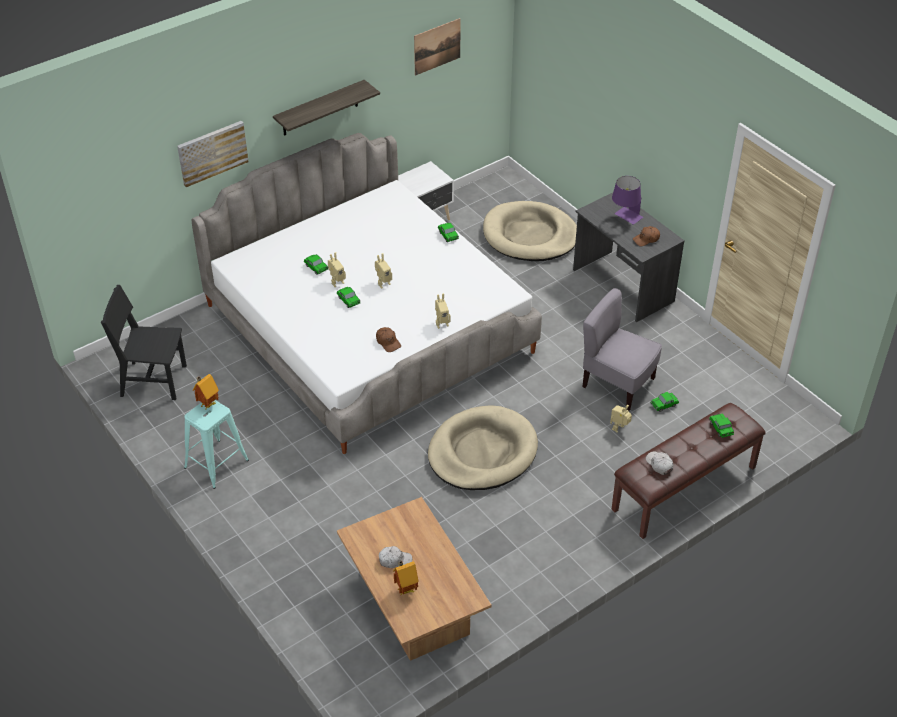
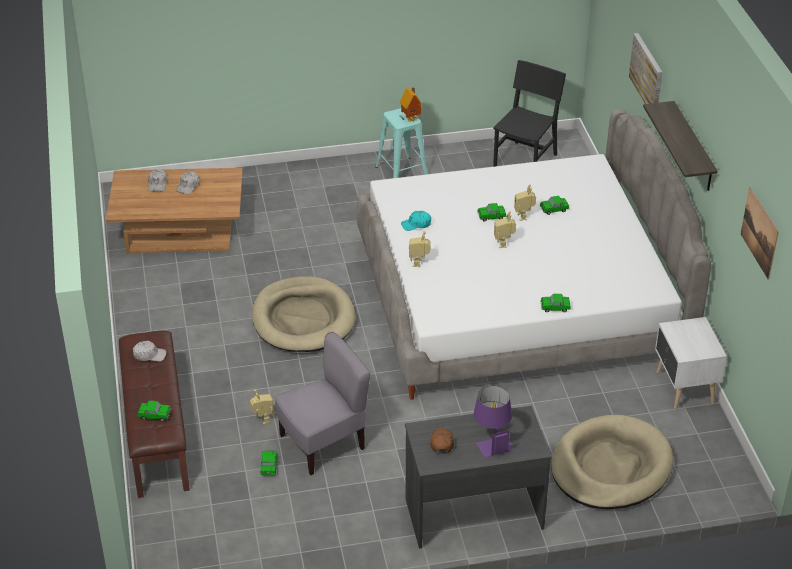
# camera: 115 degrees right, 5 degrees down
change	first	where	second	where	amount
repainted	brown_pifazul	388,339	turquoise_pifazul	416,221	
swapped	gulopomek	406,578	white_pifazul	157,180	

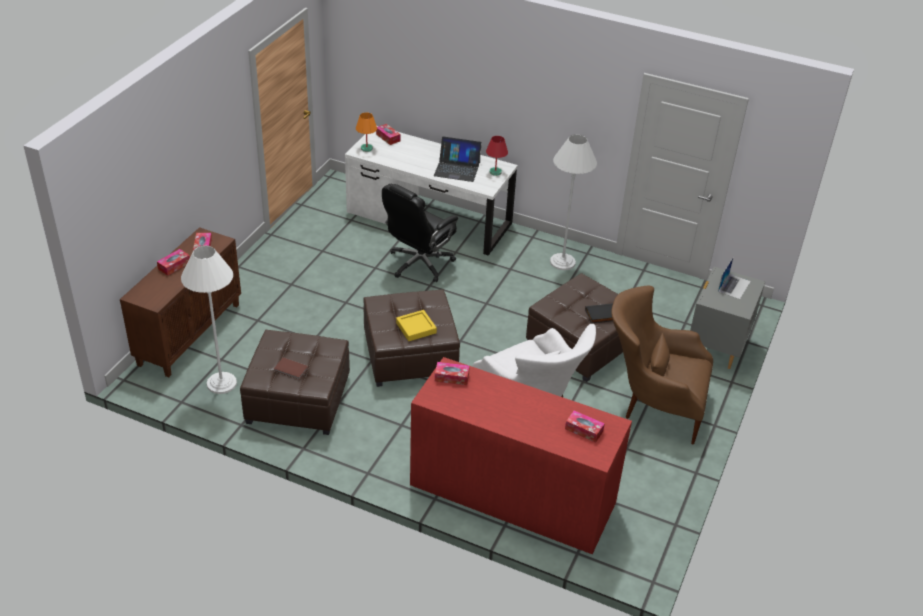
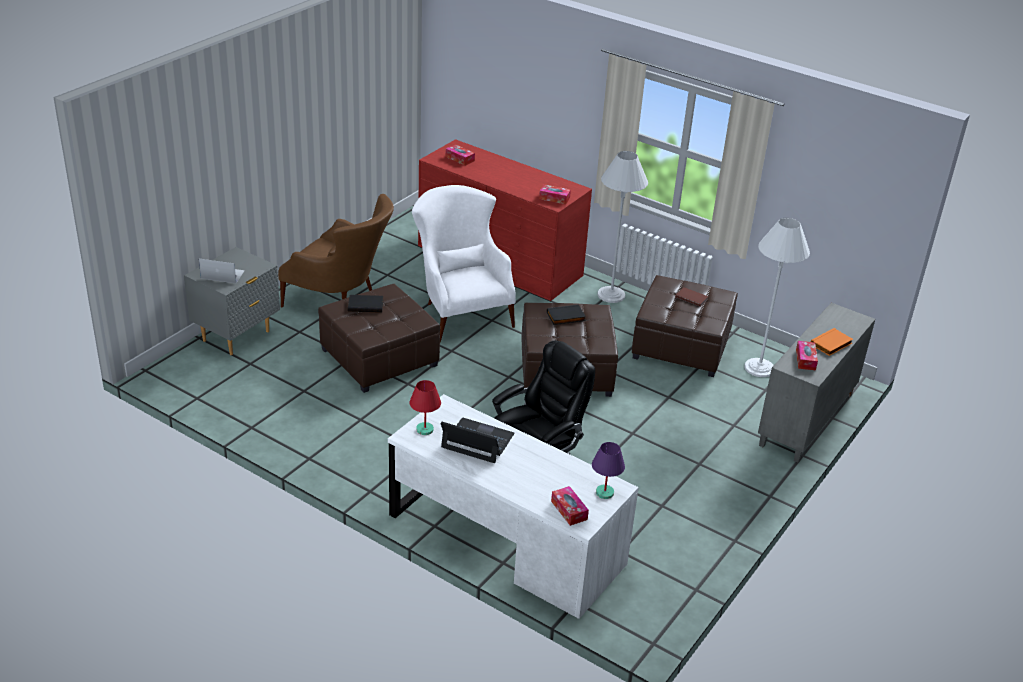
# camera: 170 degrees left, 5 degrees down
change	first	where	second	where	amount
repainted	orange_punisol	366,132	purple_punisol	608,470	
shifted	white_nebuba	573,202		622,227	
repainted	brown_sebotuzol	180,302	grey_sebotuzol	816,383	
swapped	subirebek	173,262	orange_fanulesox	831,342	
rotated	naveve	734,278		222,271	60 degrees clockwise
swapped	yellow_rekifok	416,325	black_fanulesox	566,314	

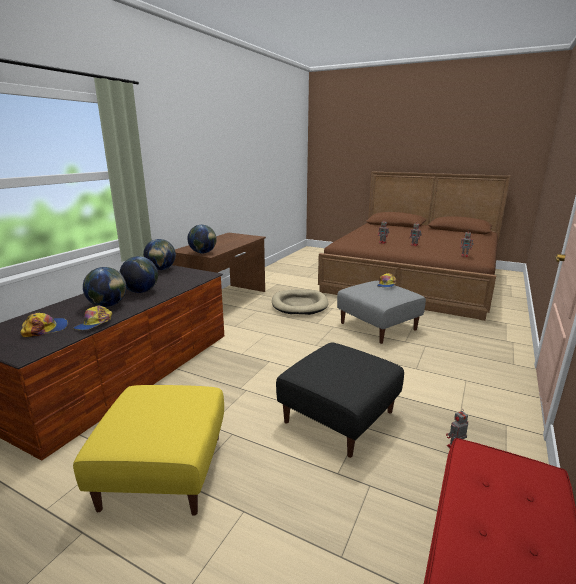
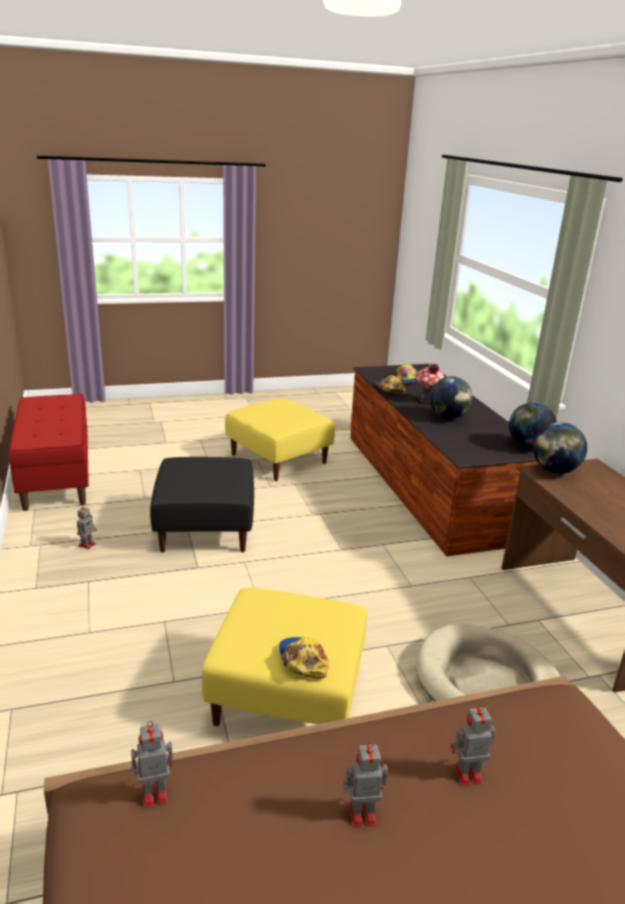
# camera: 135 degrees right, 5 degrees up
change	first	where	second	where	amount
swapped	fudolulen	104,287	gulopomek	430,384	
repainted	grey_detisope	381,312	yellow_detisope	284,657	

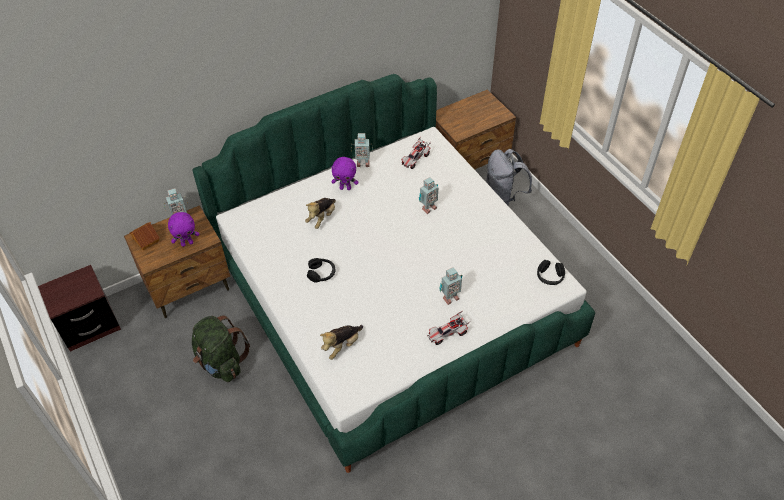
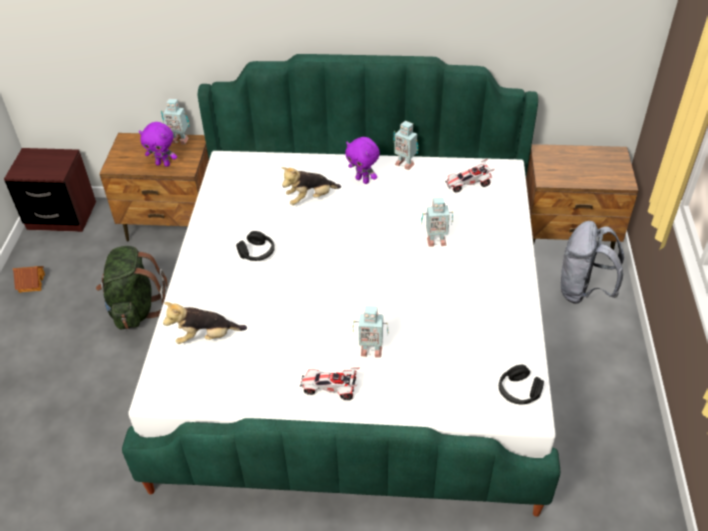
# camera: 35 degrees right, 5 degrees down
change	first	where	second	where	amount
shifted	gulopomek	144,236		29,279	

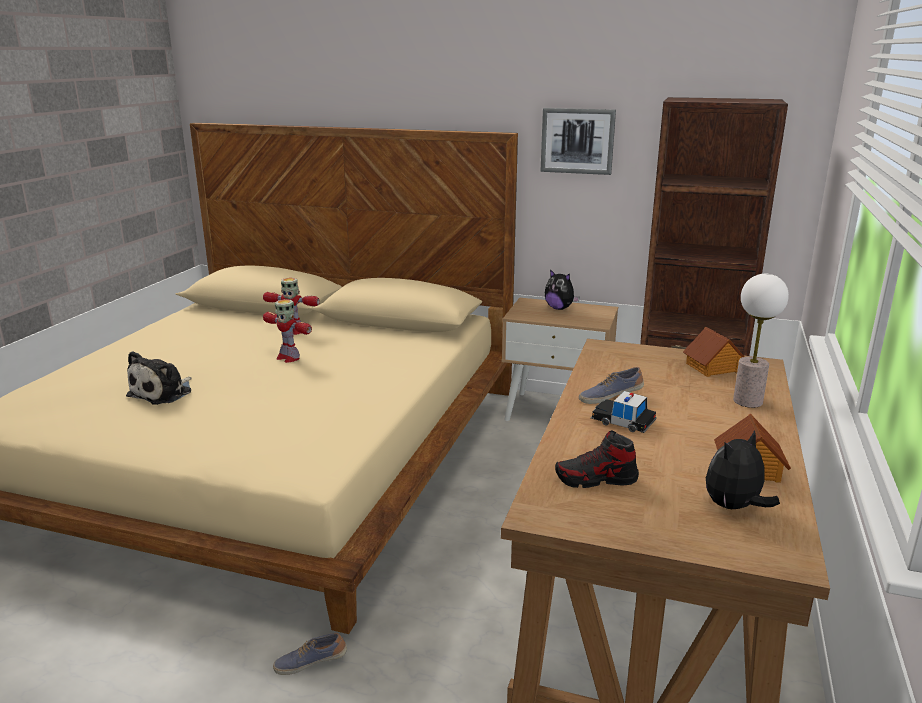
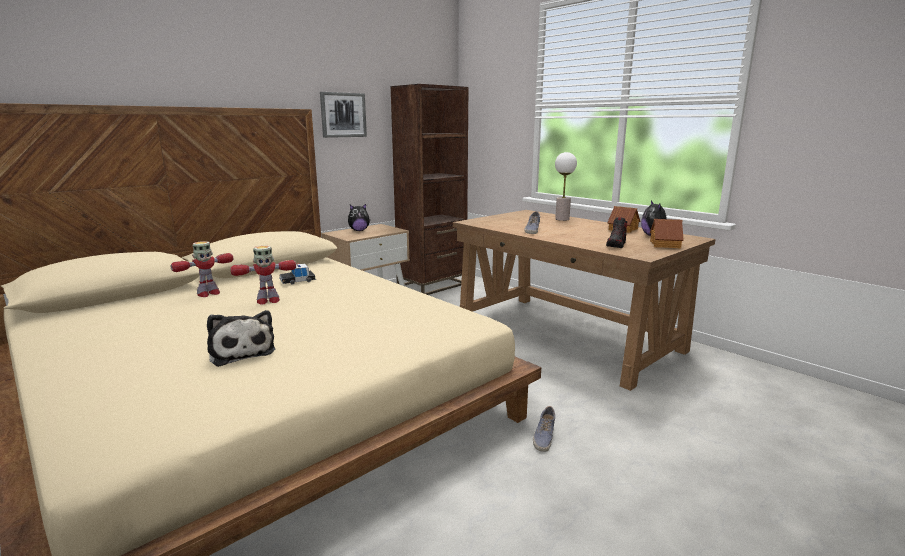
# camera: 60 degrees left, 5 degrees down
change	first	where	second	where	amount
shifted	gulopomek	713,352		667,233	
shifted	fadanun	624,412		297,274	

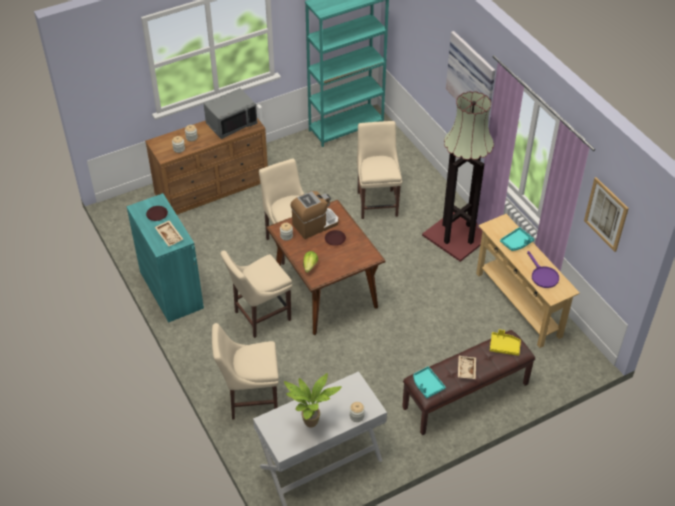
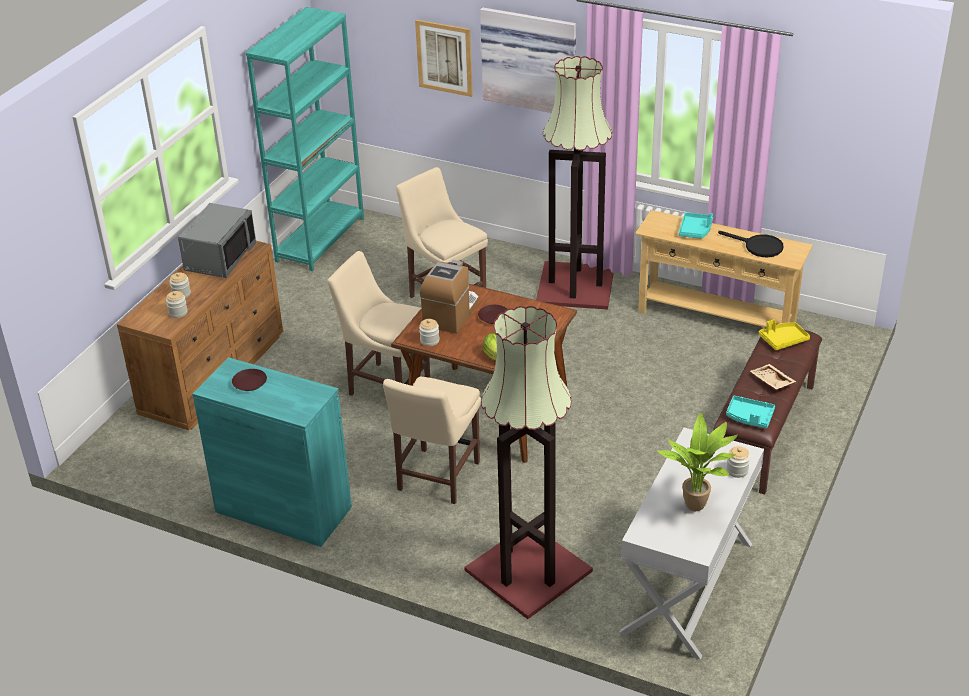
# camera: 35 degrees left, 10 degrees down
change	first	where	second	where	amount
shifted	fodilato	606,214		444,58	
gone	beige_rekifok	169,233			
repainted	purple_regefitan	543,269	black_regefitan	751,244	
swapped	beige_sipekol	245,371	nebuba	528,462	

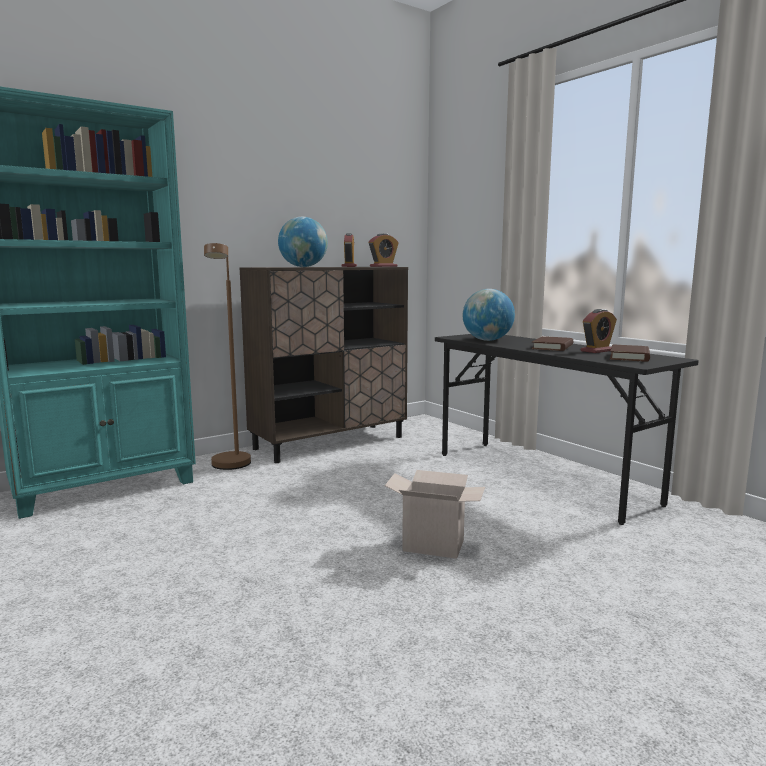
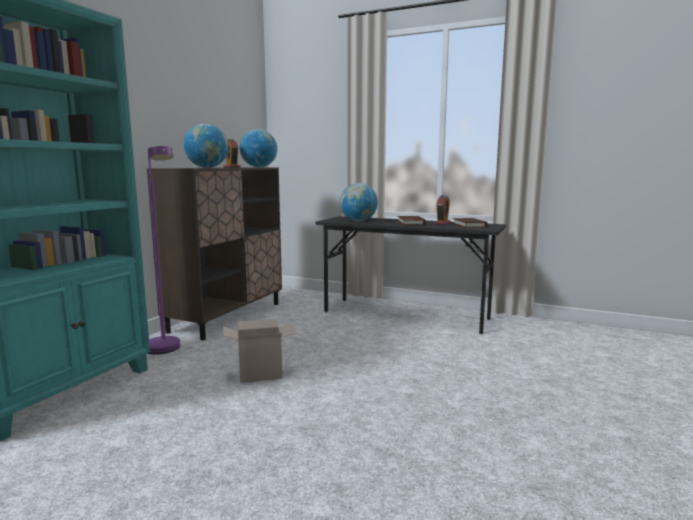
# camera: 30 degrees left, 0 degrees up
change	first	where	second	where	amount
swapped	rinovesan	384,250	fudolulen	258,148	
repainted	brown_nebuba	227,356	purple_nebuba	163,250	
shifted	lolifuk	435,514		259,351	

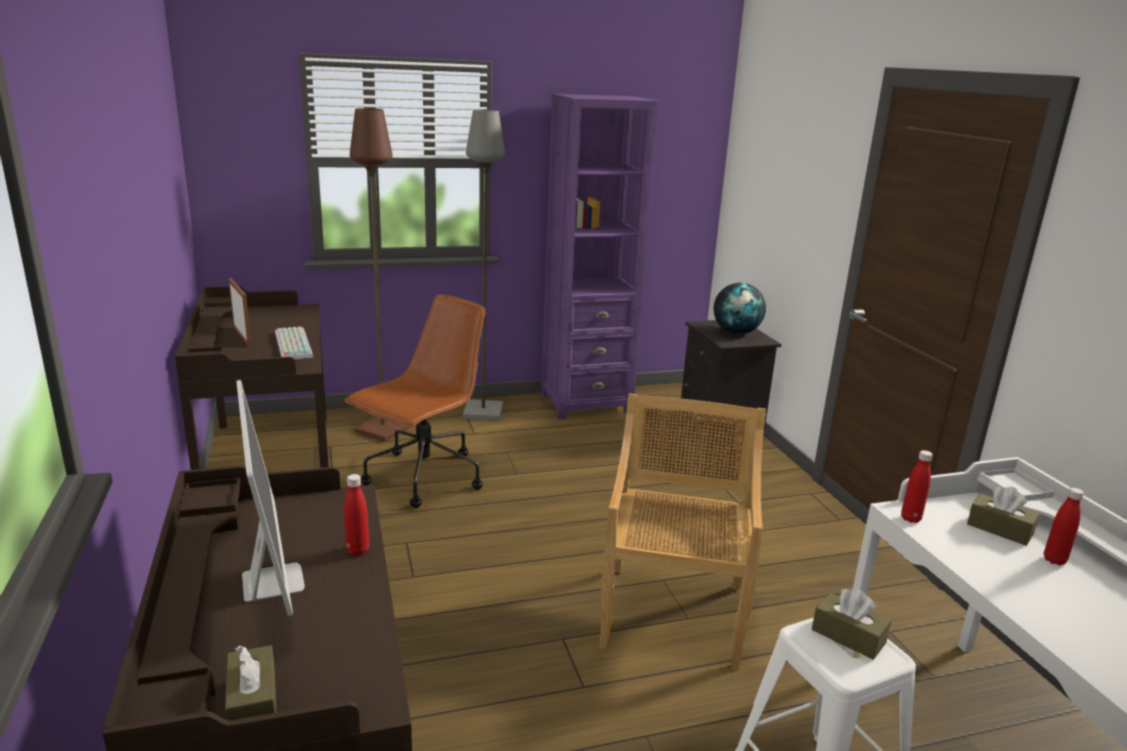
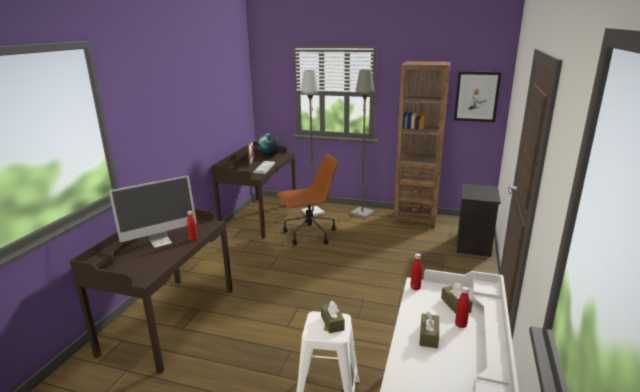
# camera: 35 degrees right, 0 degrees up
change	first	where	second	where	amount
repainted	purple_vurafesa	600,257	brown_vurafesa	422,144	
repainted	brown_nebuba	380,275	grey_nebuba	313,143	
shifted	fudolulen	740,308		269,144	
rotated	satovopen	270,498		153,211	45 degrees clockwise
gone	beige_sipekol	682,531			
shifted	brown_subirebek	250,682		429,330	
new			fodilato	478,96	

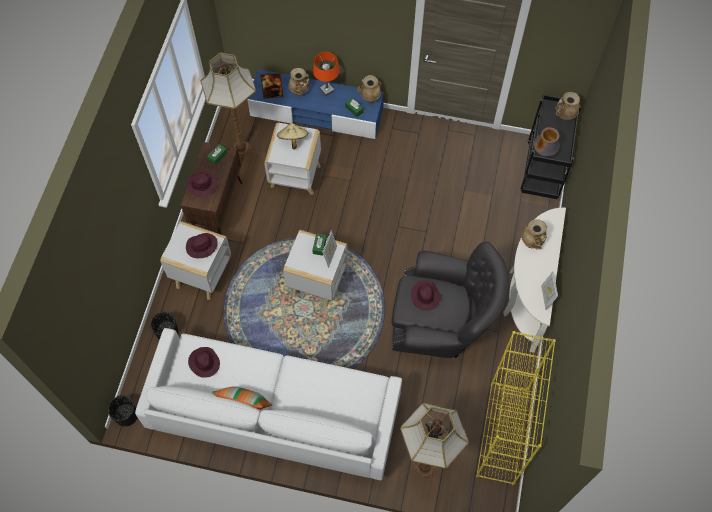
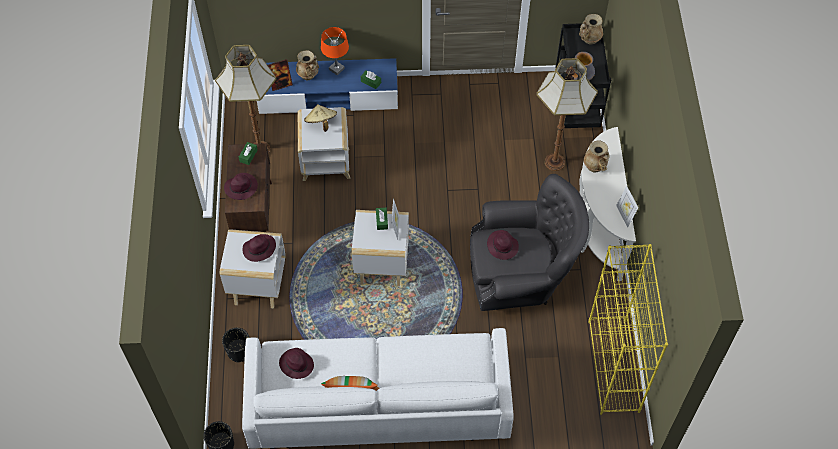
# camera: 15 degrees left, 5 degrees down
change	first	where	second	where	amount
gone	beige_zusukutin	369,89			
shifted	nebuba	434,441		567,114	

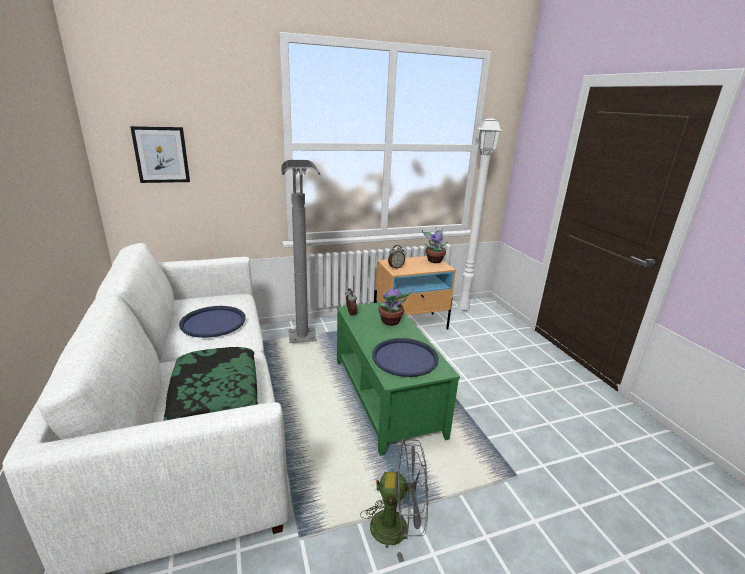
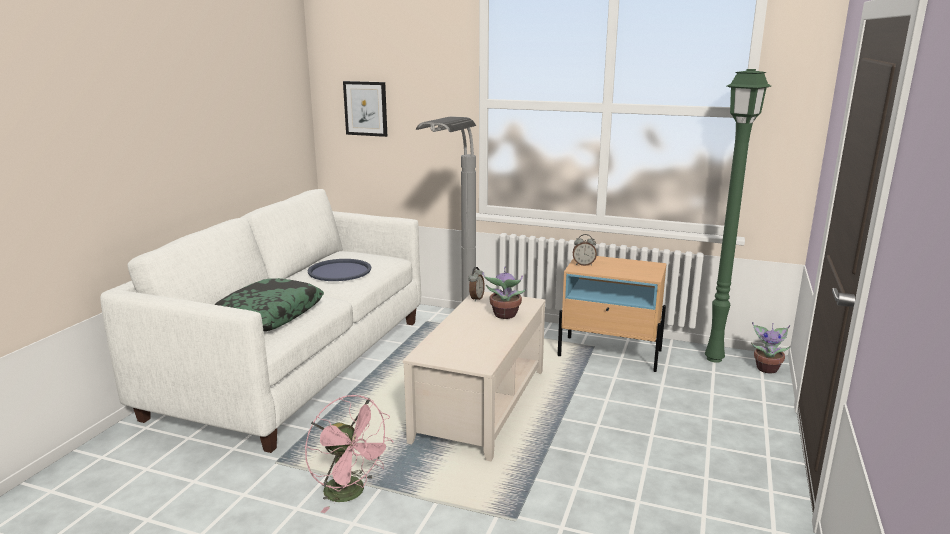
# camera: 40 degrees right, 5 degrees down
change	first	where	second	where	amount
repainted	white_nebuba	480,215	green_nebuba	738,216	
shifted	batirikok	435,245		771,348	
repainted	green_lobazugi	398,379	beige_lobazugi	474,376	
gone	blue_rekifok	405,357			
repainted	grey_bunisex	394,500	pink_bunisex	349,454	

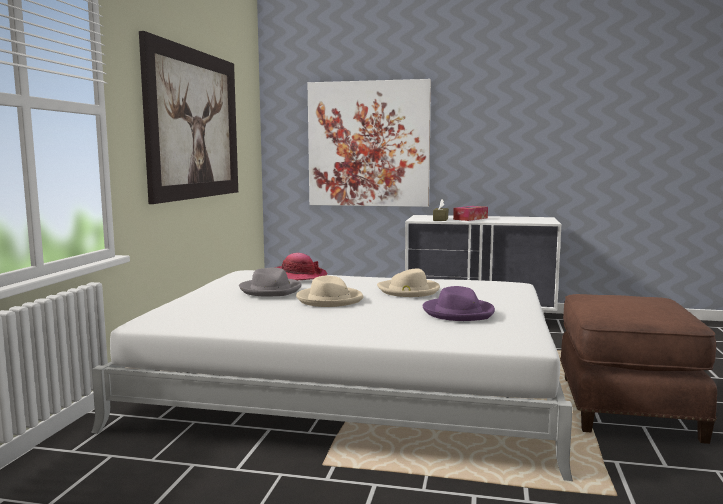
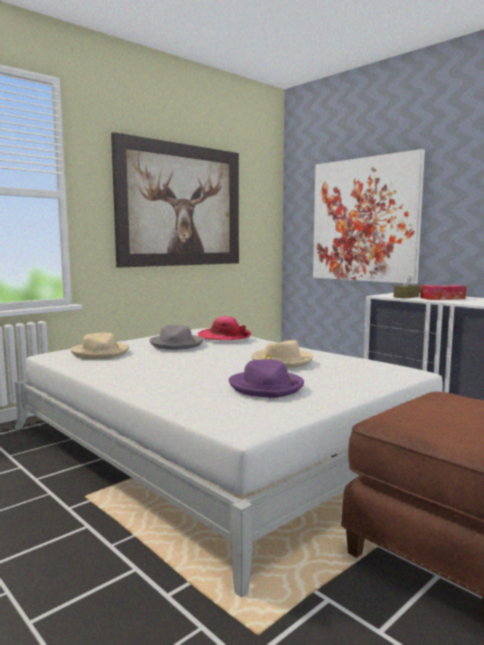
# camera: 35 degrees right, 0 degrees up
change	first	where	second	where	amount
shifted	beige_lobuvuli	329,291		99,345	

